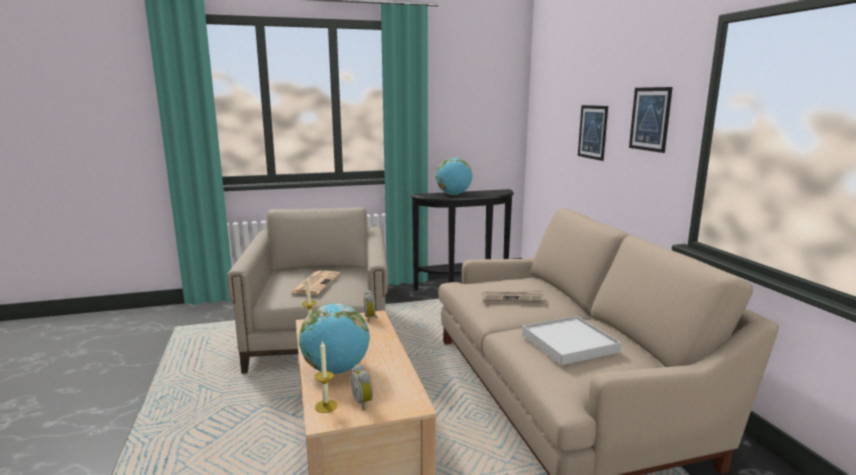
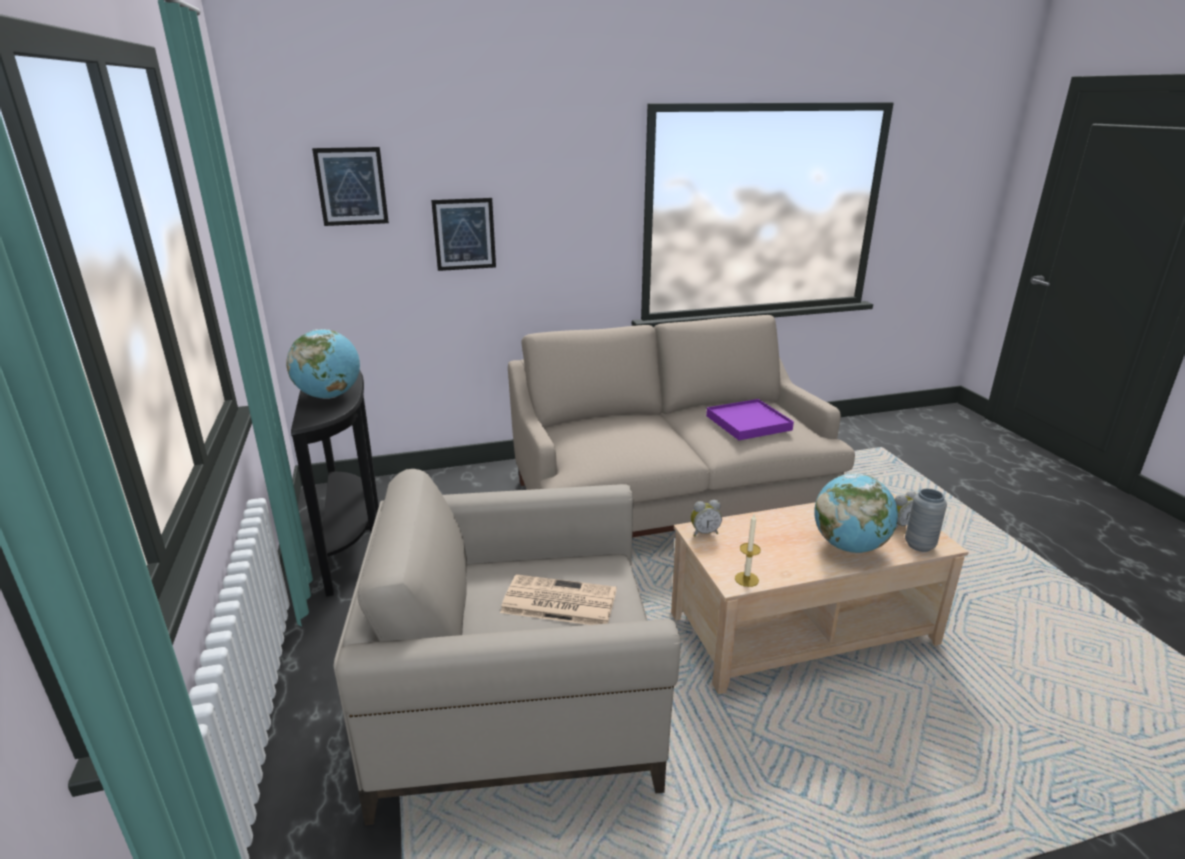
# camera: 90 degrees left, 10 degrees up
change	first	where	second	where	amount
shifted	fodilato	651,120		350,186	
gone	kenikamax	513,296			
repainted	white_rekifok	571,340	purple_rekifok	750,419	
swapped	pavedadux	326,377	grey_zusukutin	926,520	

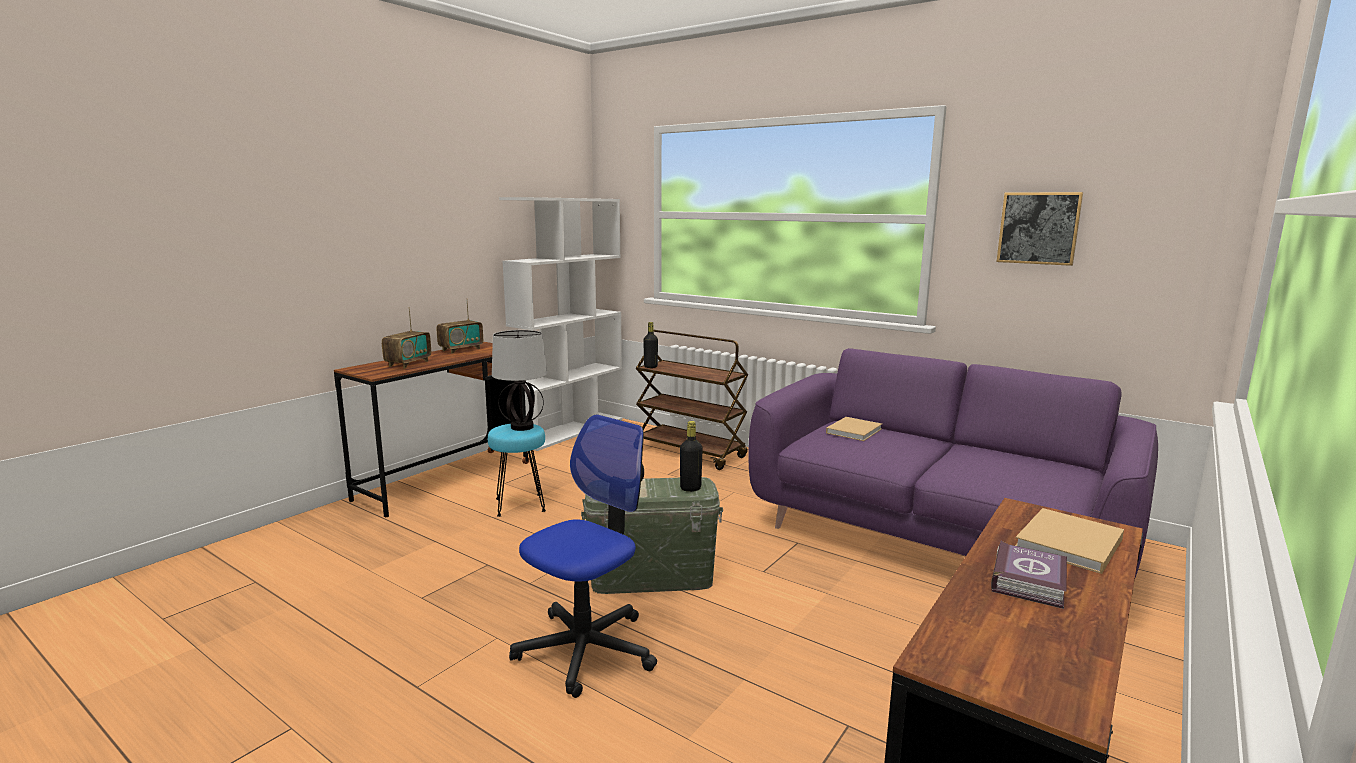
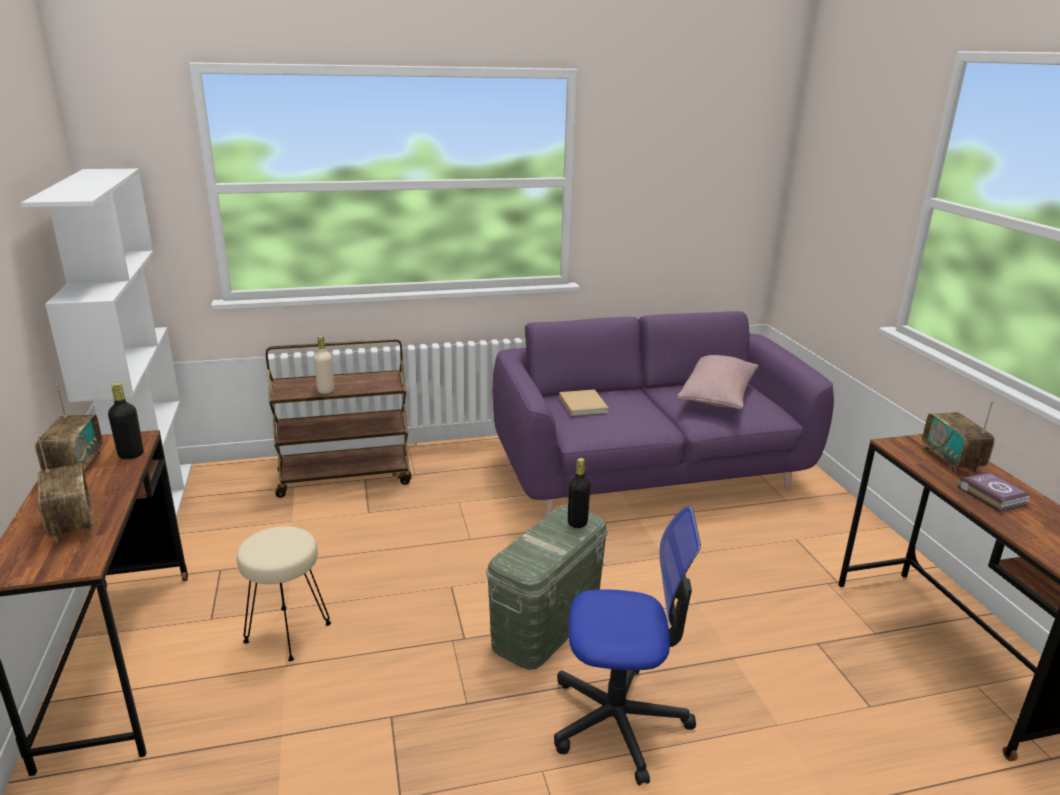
# camera: 50 degrees left, 10 degrees up
change	first	where	second	where	amount
gone	fodilato	1040,229			
shifted	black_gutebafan	650,345		126,421	
gone	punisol	519,380			
rotated	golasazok	583,556		627,646	105 degrees clockwise
repainted	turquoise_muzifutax	517,470	beige_muzifutax	284,593	
swapped	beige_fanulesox	1069,541	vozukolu	958,436	
new			beige_gutebafan	324,365	
new			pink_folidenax	718,382	

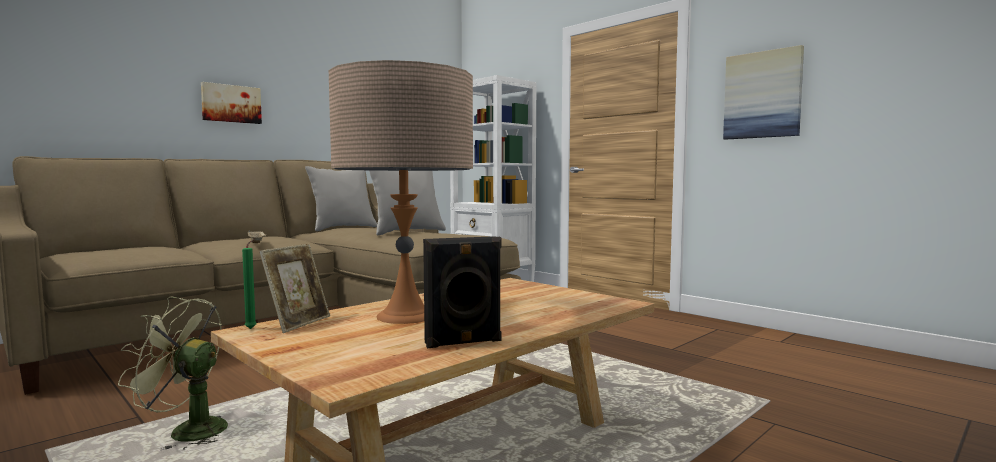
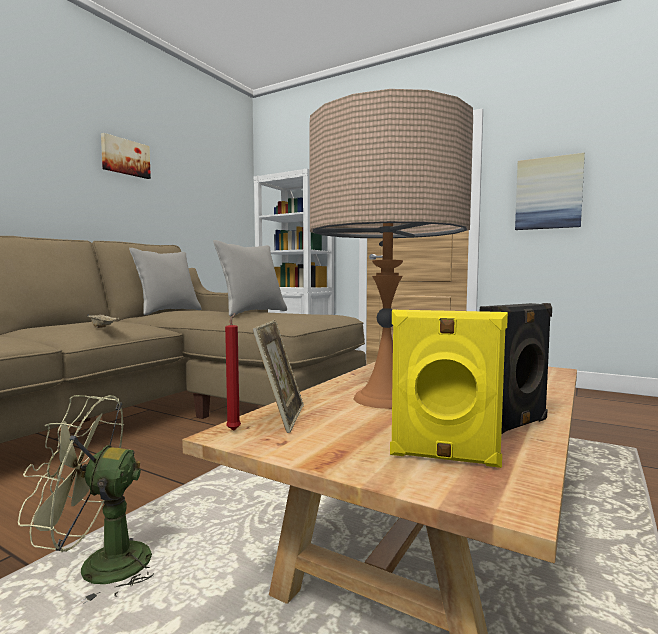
# camera: 15 degrees left, 0 degrees up
change	first	where	second	where	amount
shifted	fodilato	231,103		126,156	
repainted	green_pavedadux	249,284	red_pavedadux	233,372	
new			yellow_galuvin	449,388	

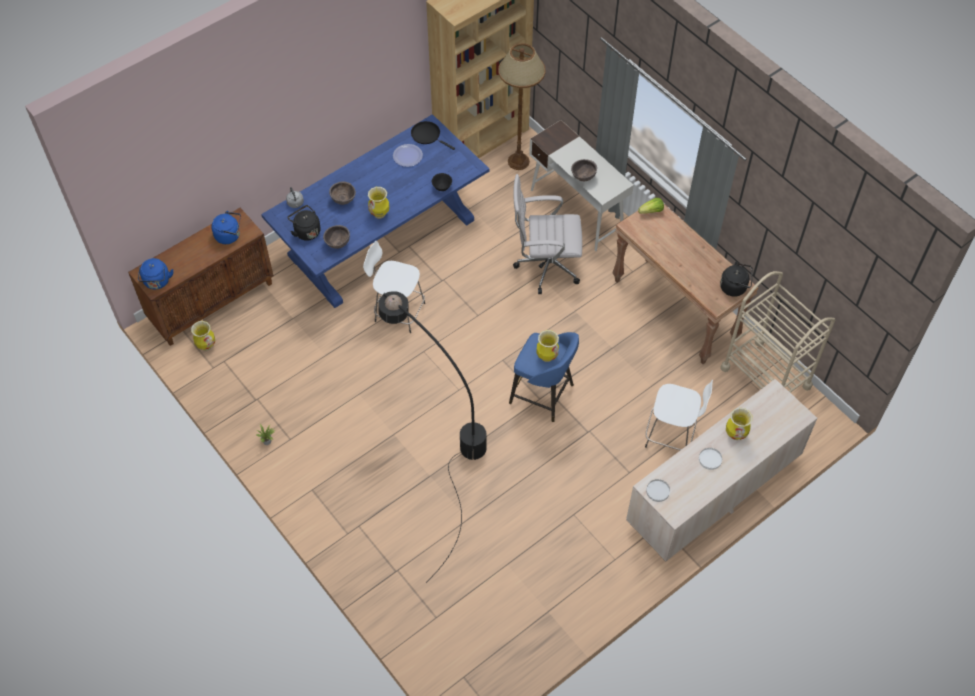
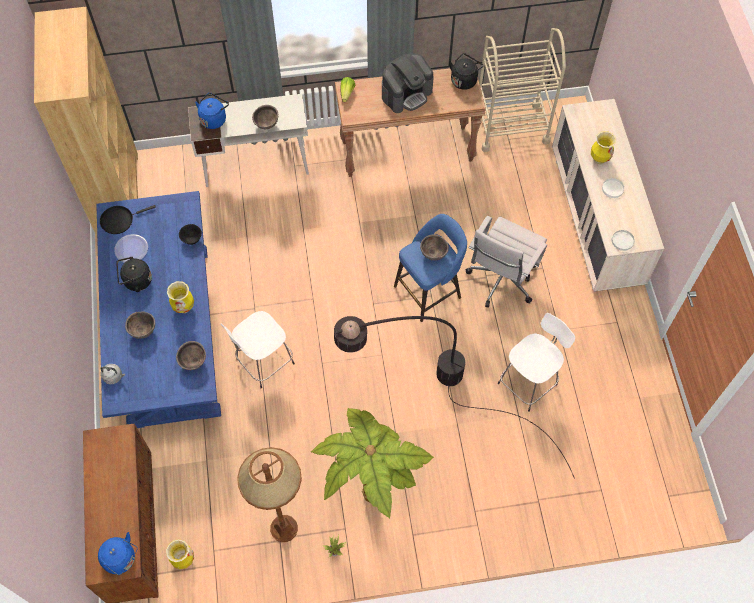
# camera: 60 degrees left, 5 degrees up
change	first	where	second	where	amount
shifted	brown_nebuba	522,106		269,494	
shifted	white_golasazok	547,234		506,262	
shifted	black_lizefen	304,223		134,274	
shifted	blue_lizefen	226,227		212,111	
swapped	zusukutin	547,346	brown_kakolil	434,248	
shifted	white_muzifutax	679,415		536,362	
new			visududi	408,83	
new			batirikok	372,463	

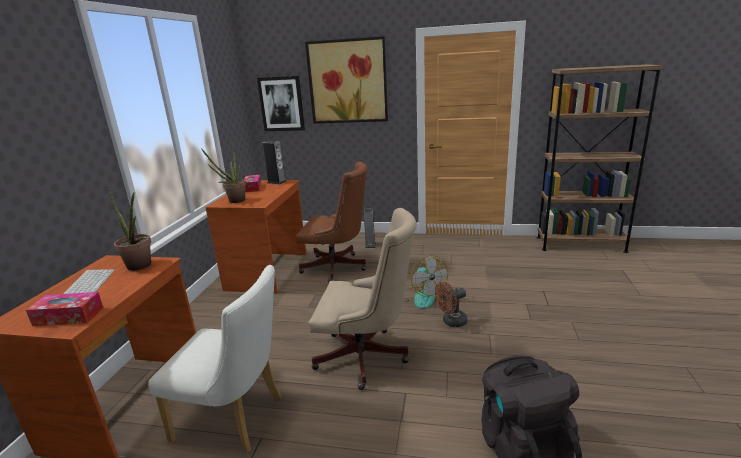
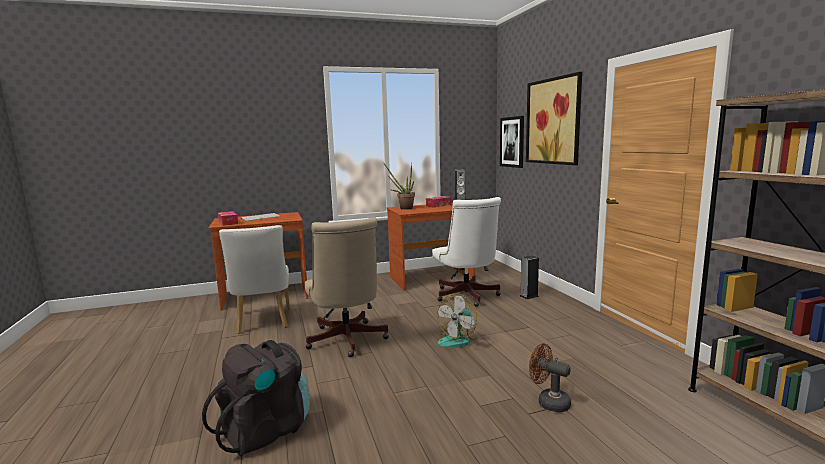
# camera: 60 degrees right, 10 degrees down
change	first	where	second	where	amount
repainted	brown_golasazok	331,221	white_golasazok	466,252	
gone	batirikok	129,229			
shifted	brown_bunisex	451,304		550,377	

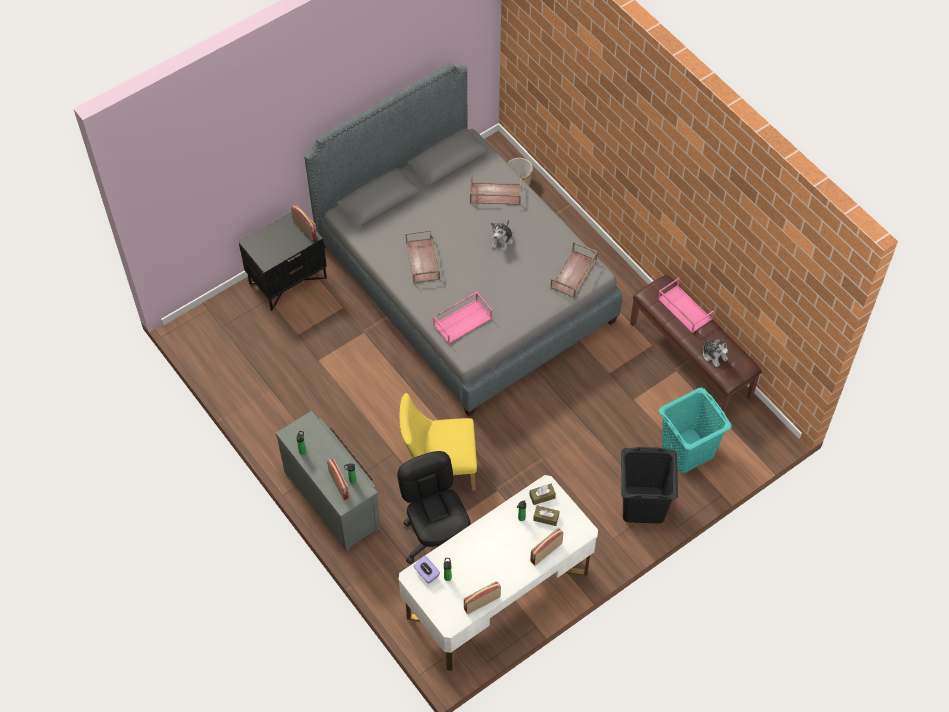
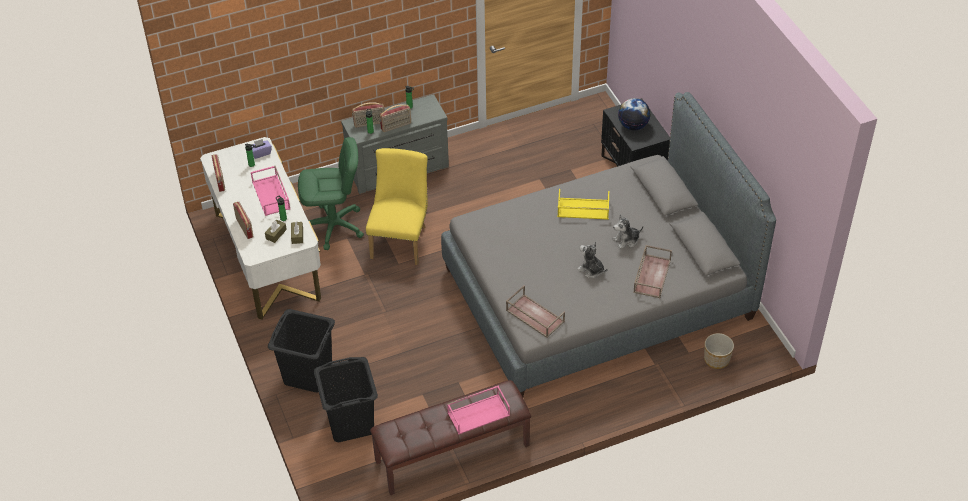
# camera: 105 degrees right, 10 degrees down
change	first	where	second	where	amount
shifted	vozukolu	304,222		395,118	
repainted	brown_rekifok	423,256	yellow_rekifok	583,204	
shifted	pink_rekifok	463,318		270,191	
shifted	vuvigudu	715,351		628,231	
repainted	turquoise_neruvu	695,430	black_neruvu	345,399	
repainted	black_golasazok	434,507	green_golasazok	331,193	
new			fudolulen	634,114	

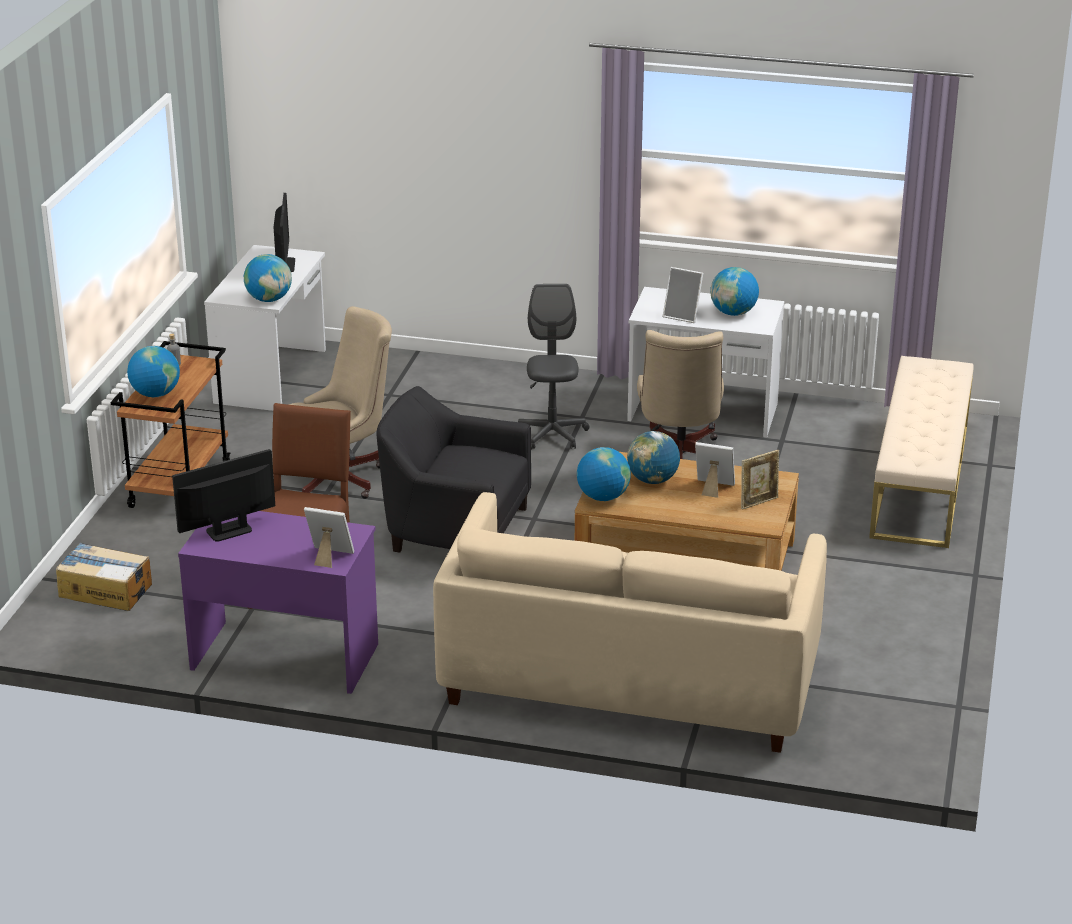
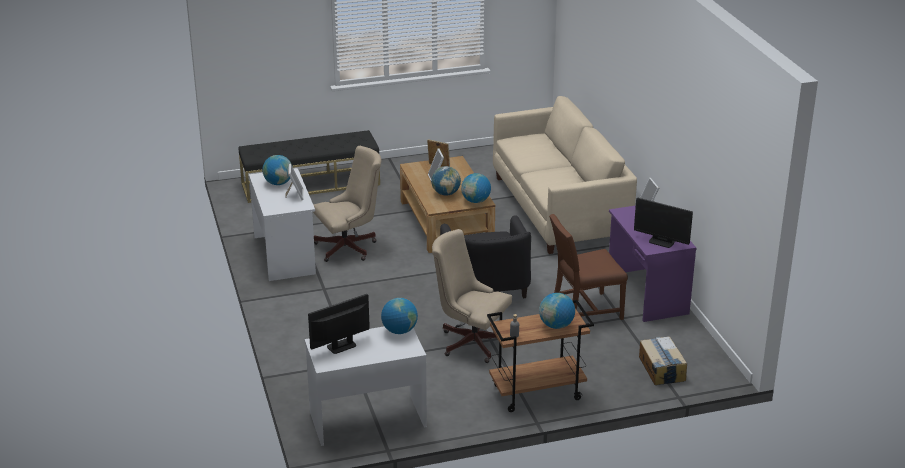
# camera: 120 degrees left, 0 degrees up
change	first	where	second	where	amount
gone	grey_golasazok	553,367			
repainted	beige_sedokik	921,452	black_sedokik	309,166	

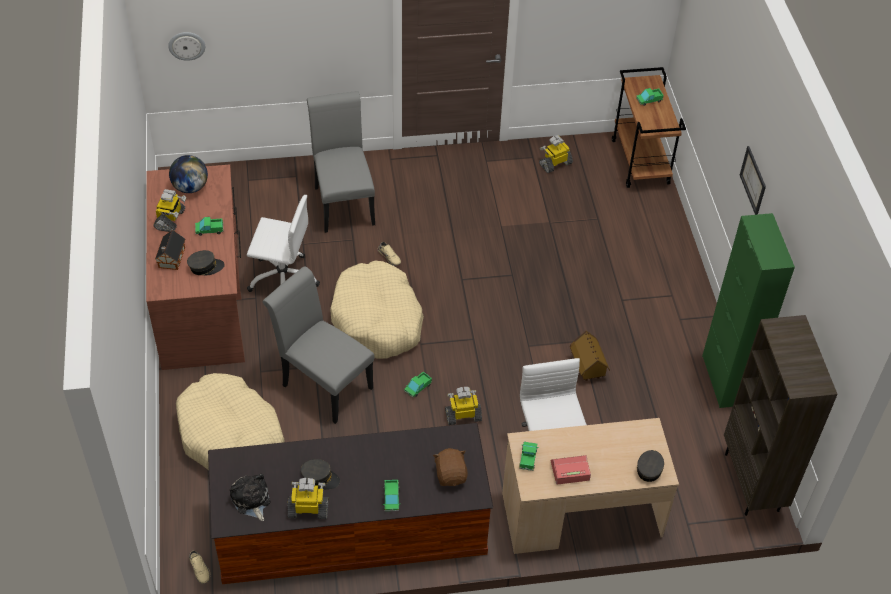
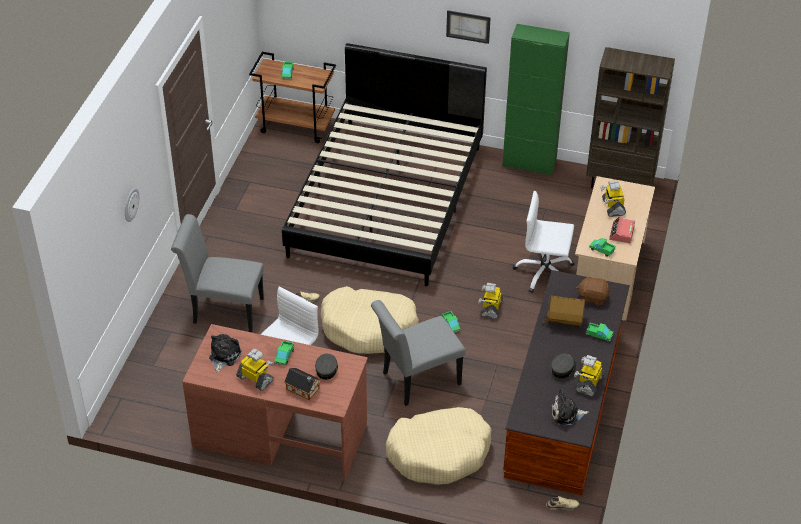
# camera: 65 degrees left, 5 degrees down
change	first	where	second	where	amount
shifted	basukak	186,46		132,205	
shifted	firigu	556,154		613,199	
swapped	fudolulen	188,174	vuvigudu	225,353	
shifted	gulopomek	590,356		563,311	
gone	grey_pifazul	650,466			
new			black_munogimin	384,164	

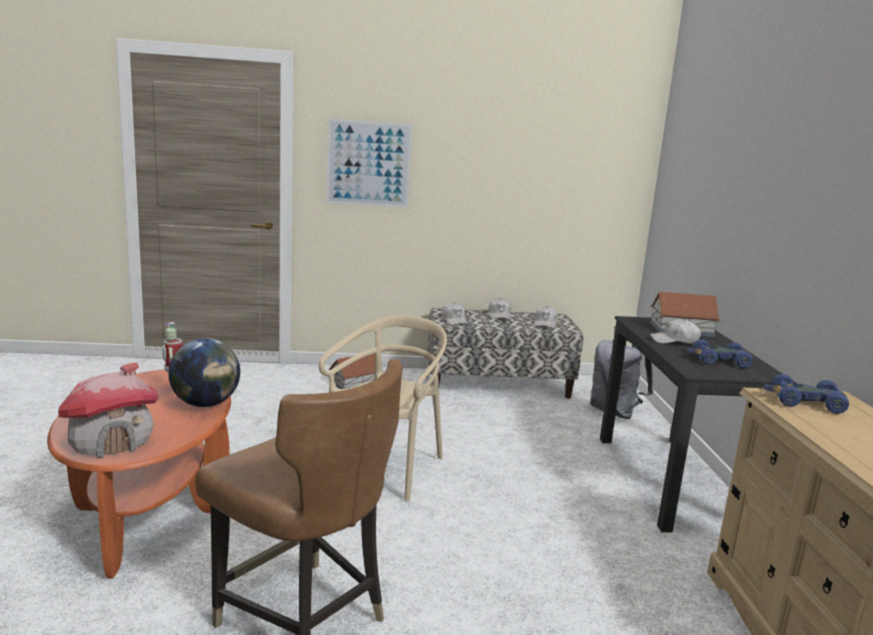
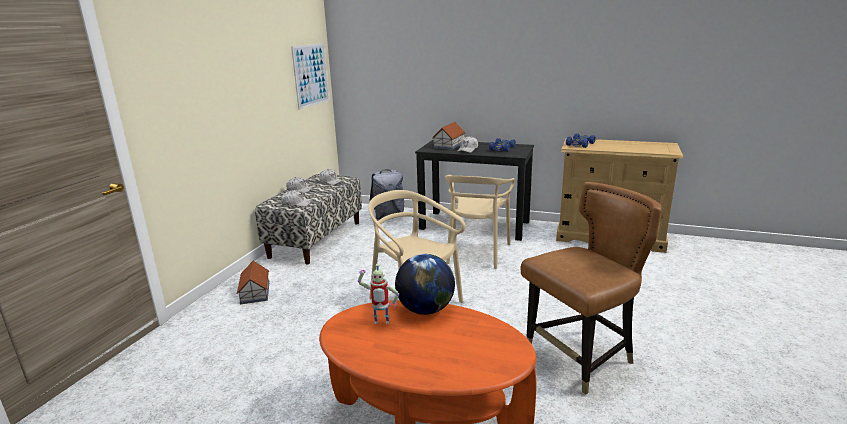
# camera: 65 degrees left, 5 degrees up
change	first	where	second	where	amount
shifted	fodilato	369,163		310,76	
gone	gulopomek	108,410			
new			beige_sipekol	480,222	

